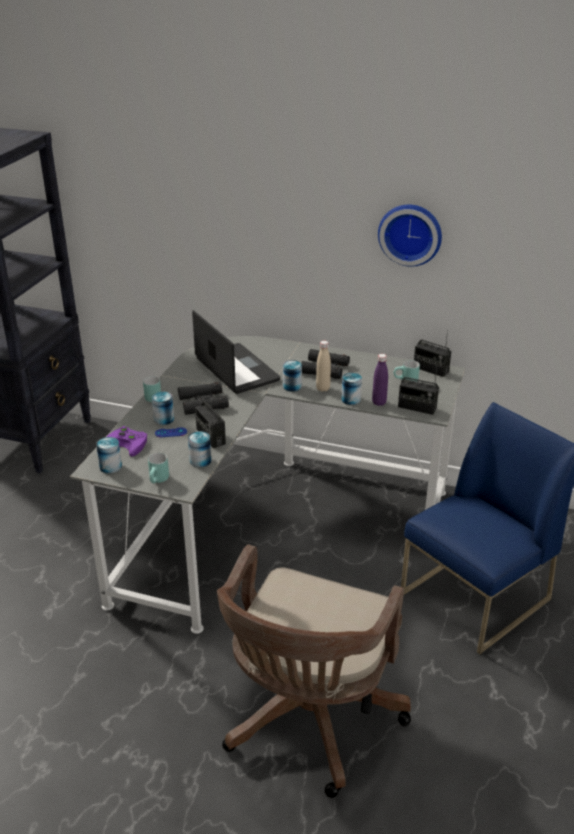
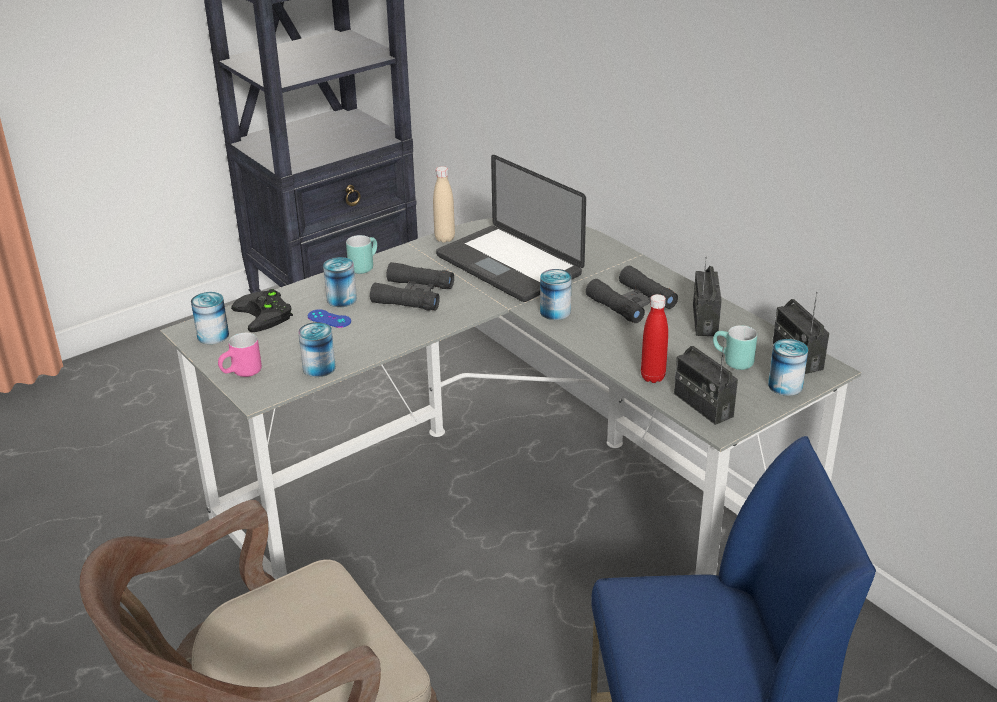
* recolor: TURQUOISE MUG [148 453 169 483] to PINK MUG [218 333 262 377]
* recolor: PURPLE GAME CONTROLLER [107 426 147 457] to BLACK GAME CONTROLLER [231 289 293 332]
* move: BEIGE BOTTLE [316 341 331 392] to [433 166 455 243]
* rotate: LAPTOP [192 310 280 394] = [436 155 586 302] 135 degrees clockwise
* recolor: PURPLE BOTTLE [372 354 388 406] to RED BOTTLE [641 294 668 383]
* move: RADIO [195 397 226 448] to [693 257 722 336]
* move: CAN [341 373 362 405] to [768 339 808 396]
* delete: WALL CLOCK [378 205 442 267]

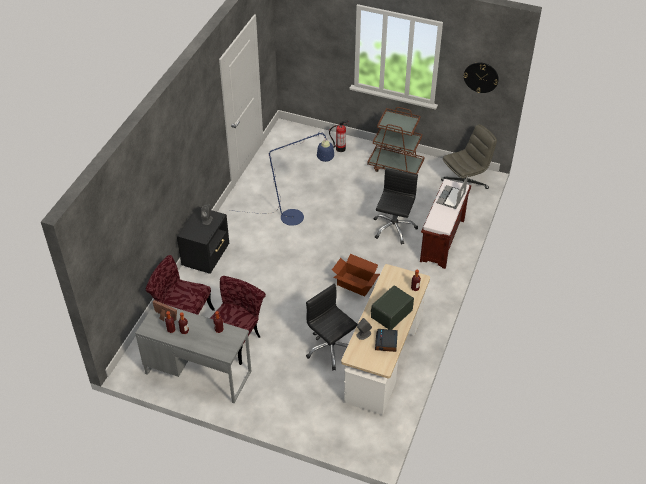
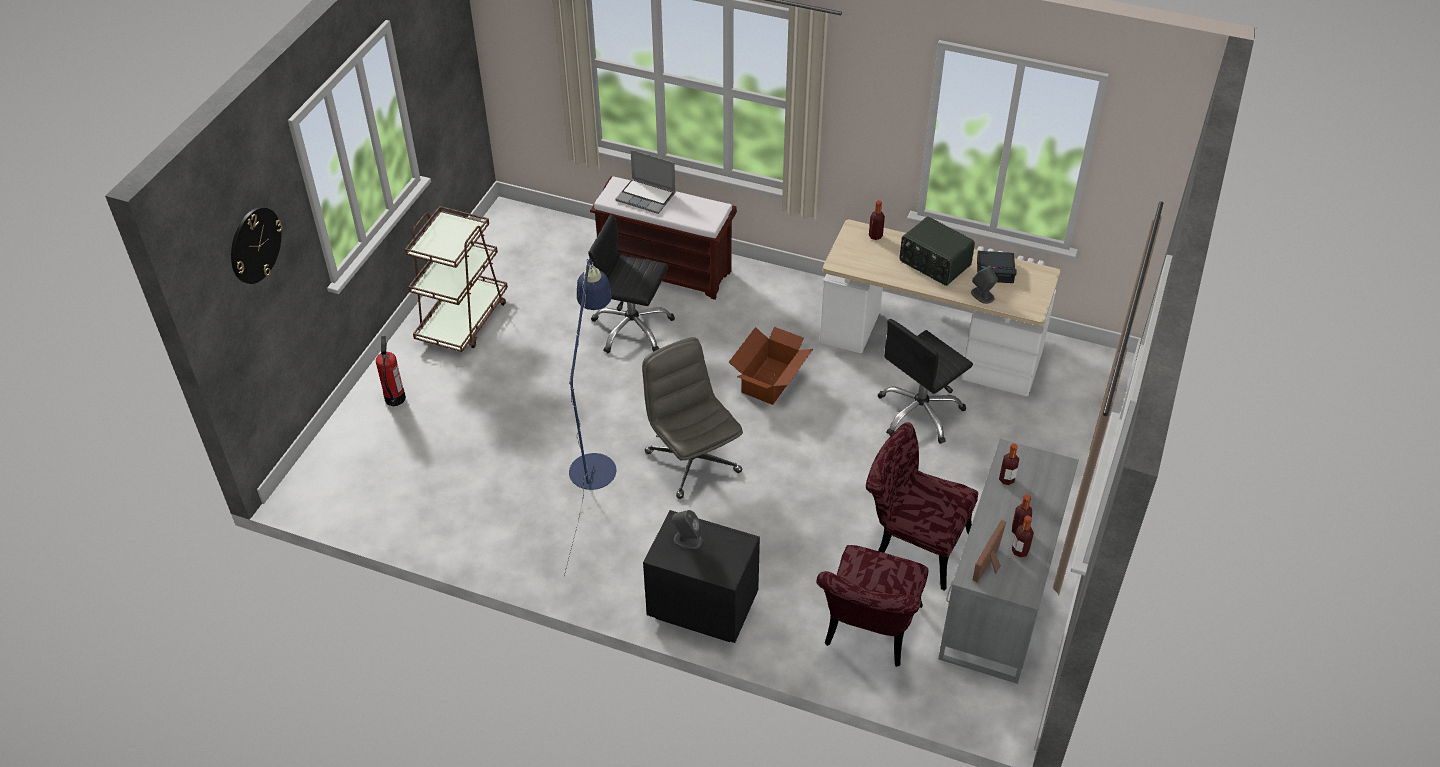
* move: WALL CLOCK [464 62 499 93] to [231 207 282 284]
* move: GREY OFFICE CHAIR [441 124 497 189] to [642 337 743 499]

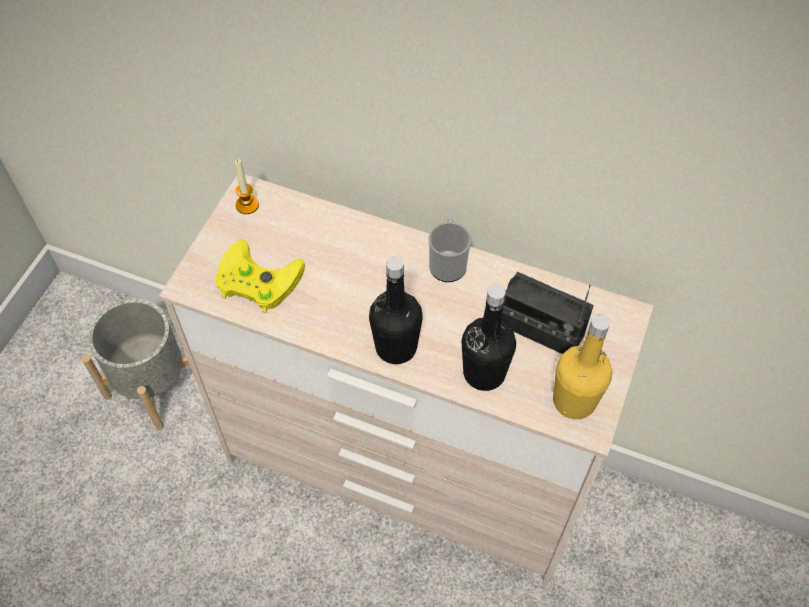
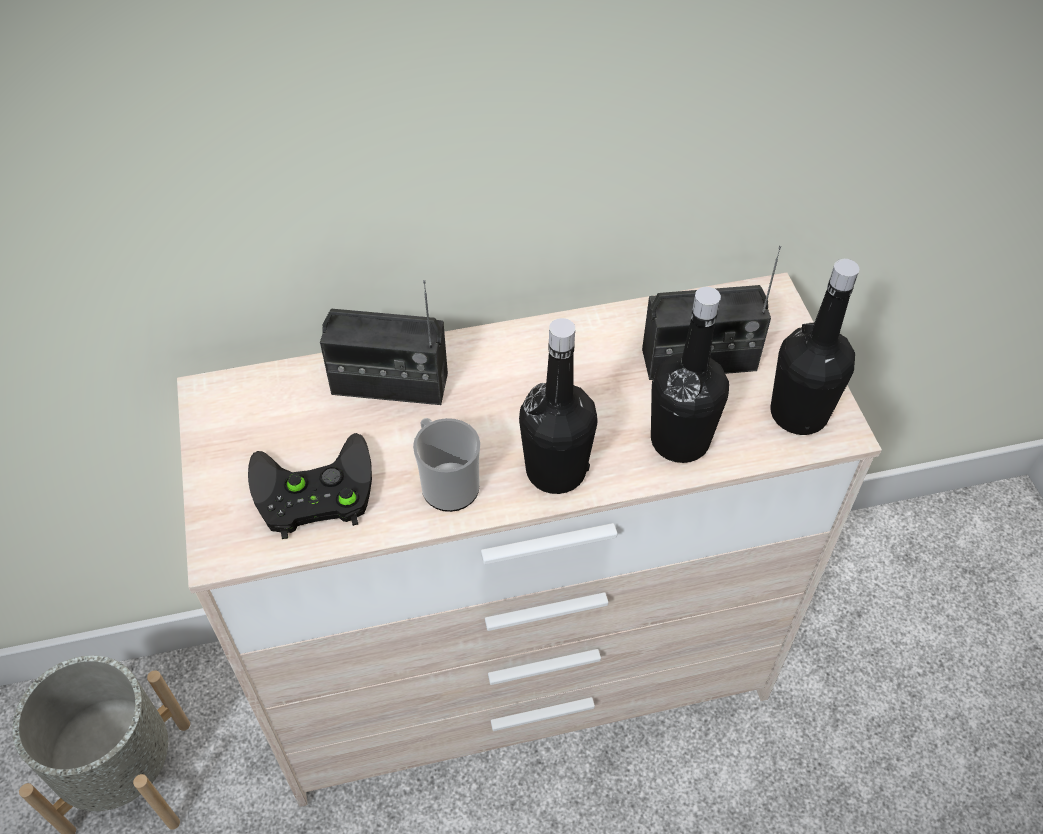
* recolor: YELLOW GAME CONTROLLER [216 240 305 313] to BLACK GAME CONTROLLER [248 433 372 539]
* insert: RADIO [320 280 448 405]
* move: MUG [428 218 471 282] to [413 418 480 512]
* recolor: YELLOW BOTTLE [553 314 613 419] to BLACK BOTTLE [770 259 859 435]
* delete: CANDLE [234 159 259 214]

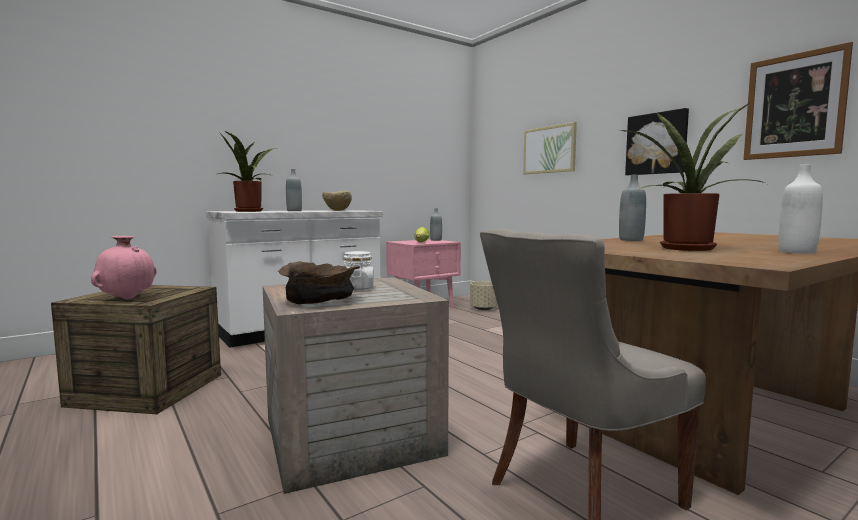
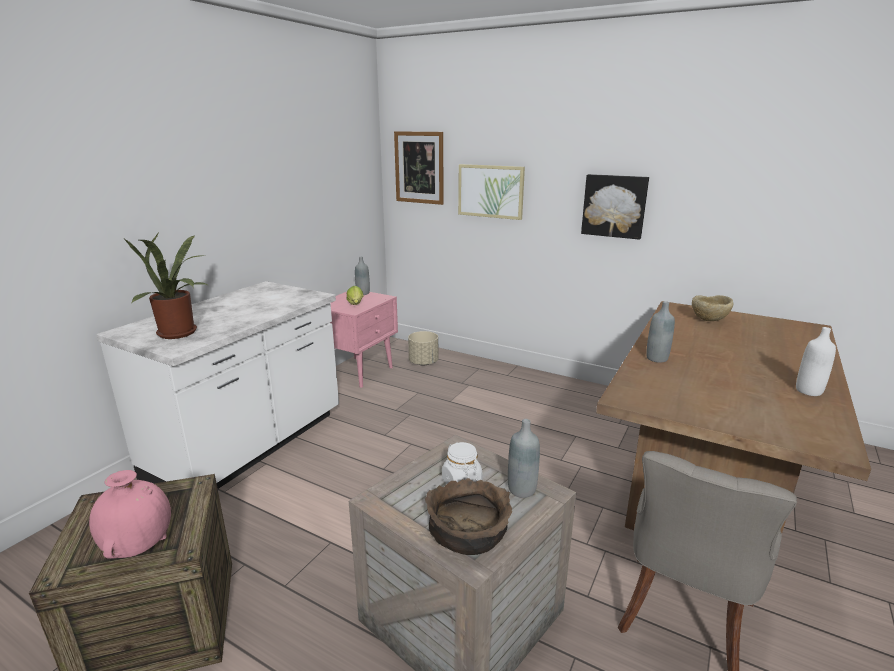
* move: PICTURE [743 42 853 160] to [394 131 443 205]
* move: GREY BOTTLE [286 169 302 211] to [508 419 540 498]
* move: BEIGE BOWL [322 191 352 211] to [692 295 734 321]
* delete: POTTED PLANT [619 100 767 251]

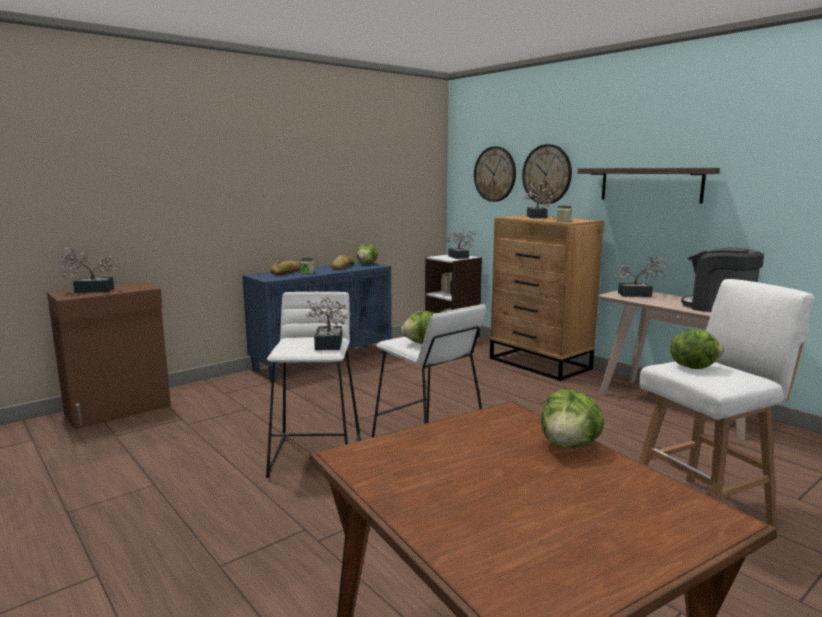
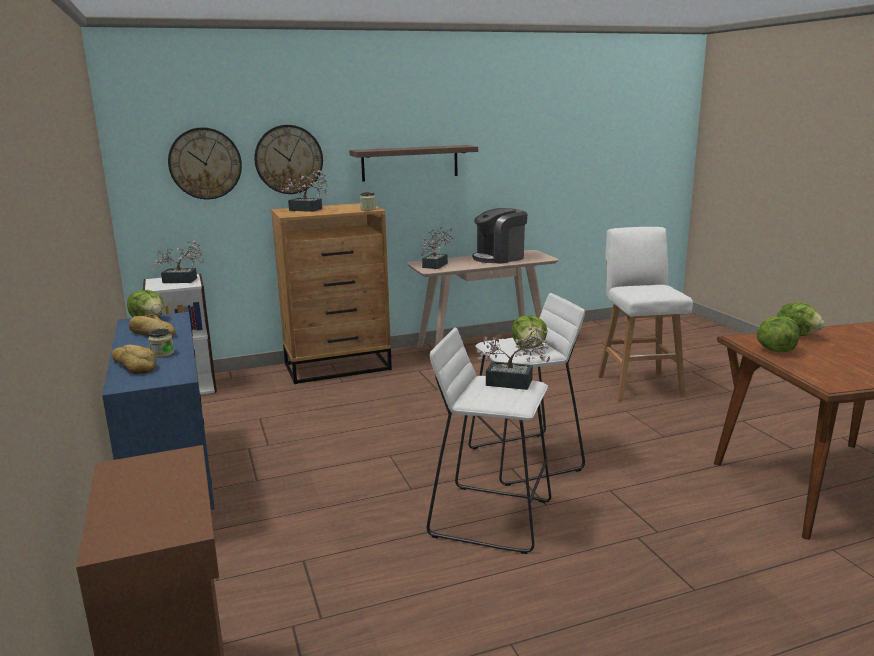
* move: LETTUCE [670 329 724 369] to [757 316 799 352]
* delete: POTTED PLANT [57 247 118 293]

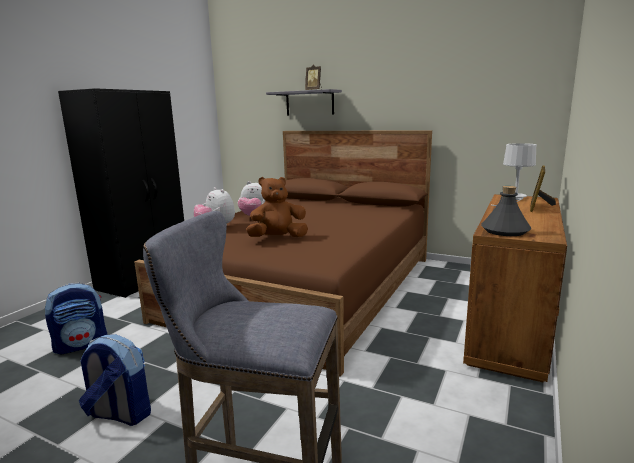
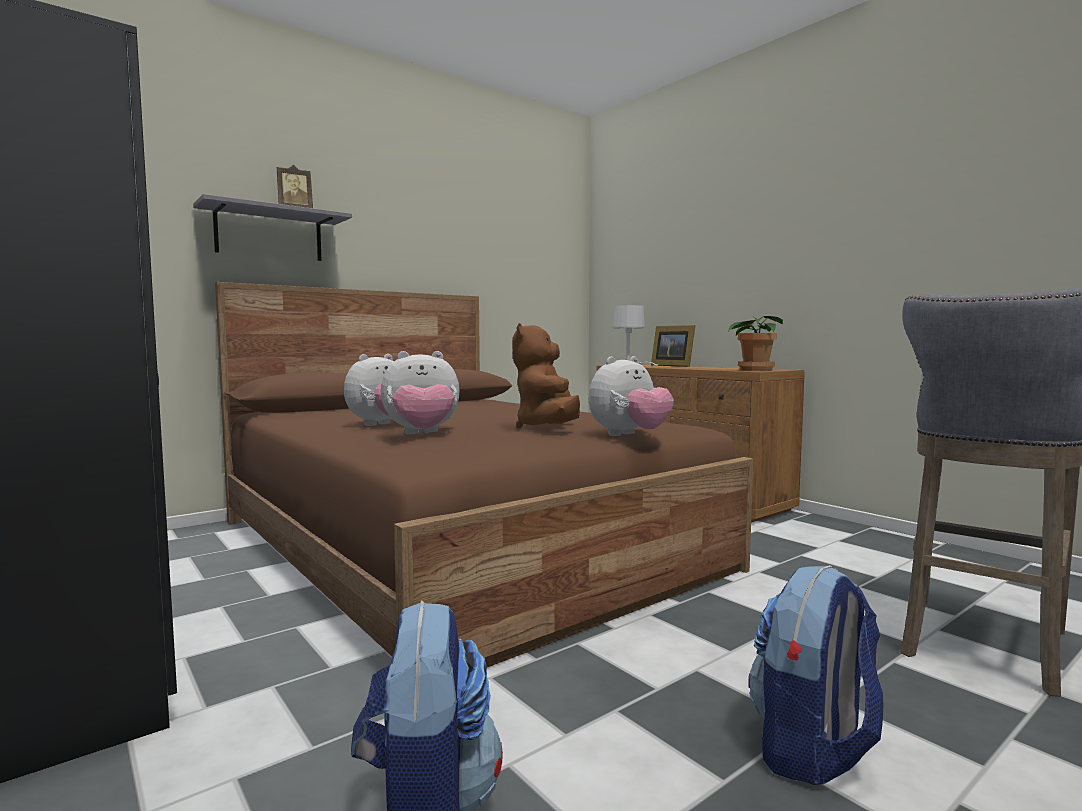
* insert: PLUSH TOY [589 356 674 436]
* replace: GREY BOTTLE [481 186 531 236] to POTTED PLANT [728 316 783 371]

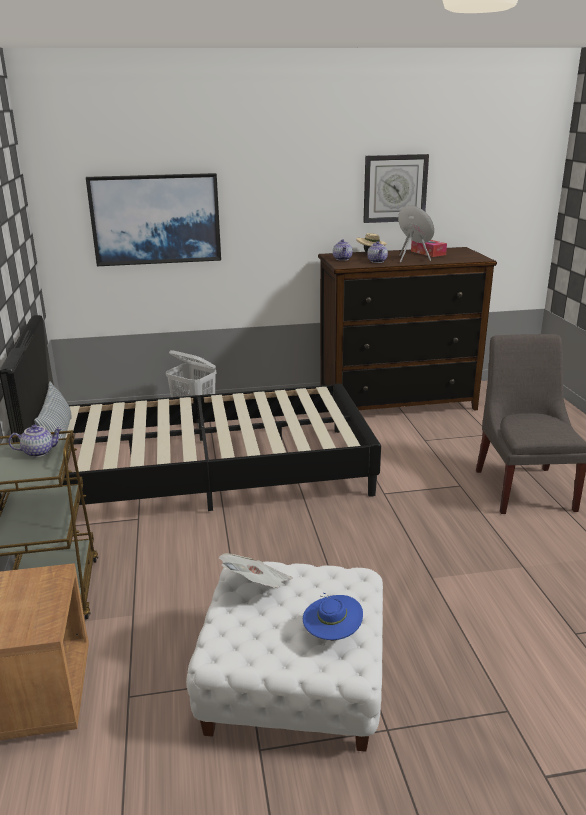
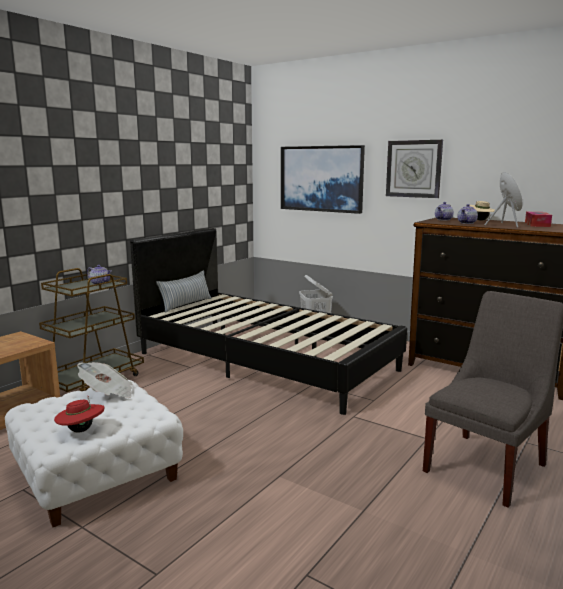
* recolor: BLUE HAT [303 593 363 640] to RED HAT [54 396 104 432]
* move: WALL CLOCK [363 154 429 223] to [386 140 443 198]

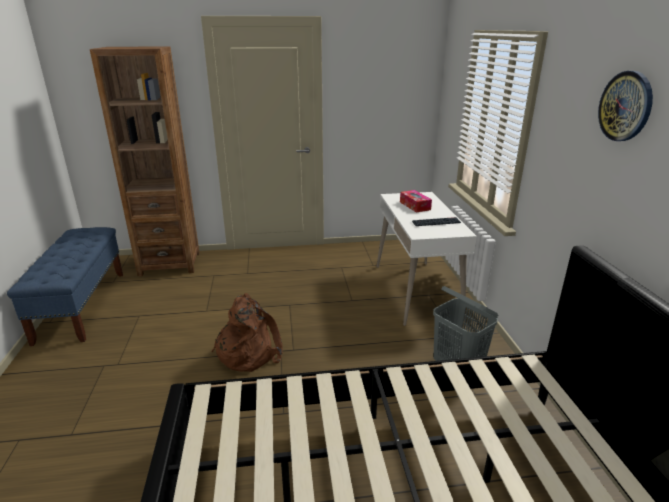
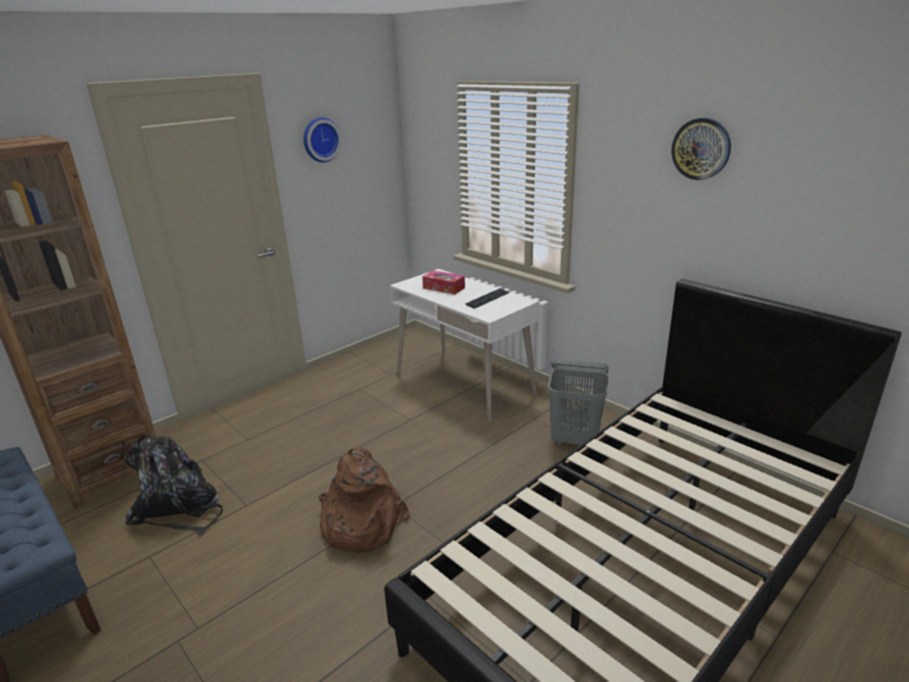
* insert: BLACK BACKPACK [124 434 223 535]
* insert: WALL CLOCK [304 117 342 162]

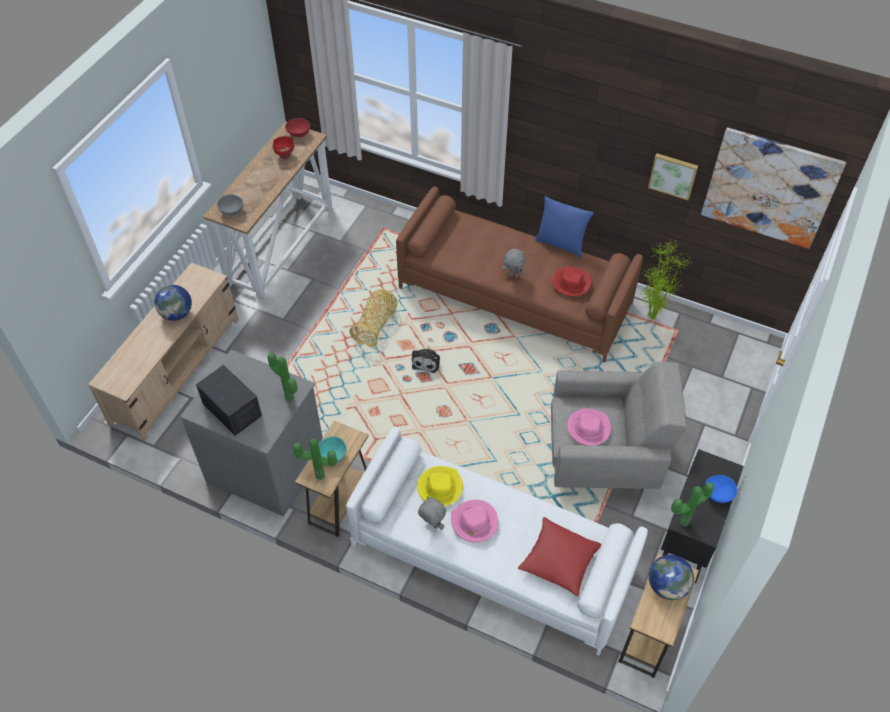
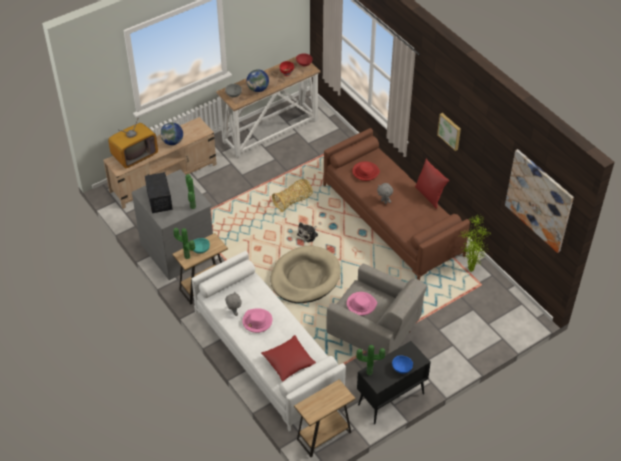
* insert: TELEVISION [108 119 158 168]
* move: GLOBE [649 555 694 600] to [247 69 269 92]
* insert: BEIGE DOG BED [271 246 341 303]
* move: RED HAT [552 266 591 297] to [352 161 380 181]
* recolor: BLUE PILLOW [535 196 594 257] to RED PILLOW [415 159 449 209]
* move: PICTURE [648 153 698 200] to [437 113 461 151]
* delete: YELLOW HAT [417 466 463 506]

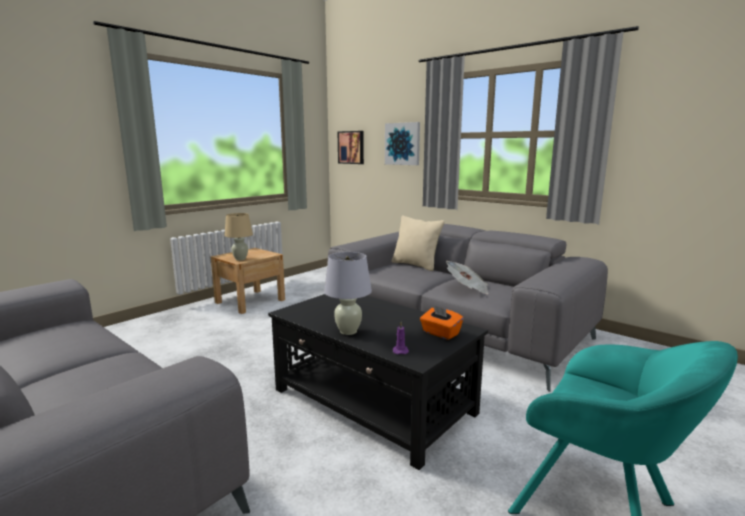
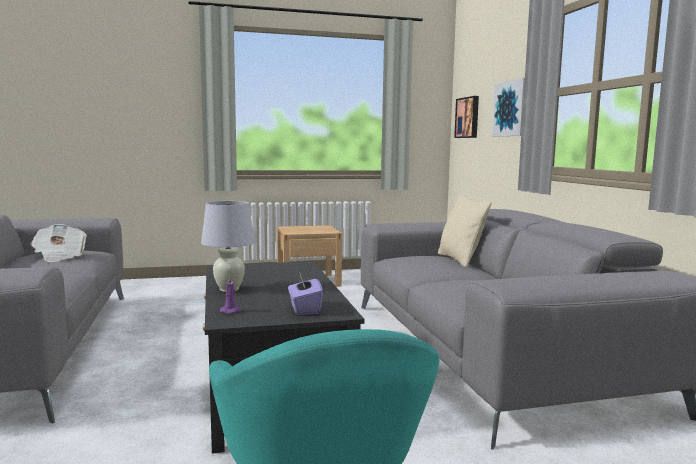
* move: NEWSPAPER [446 261 489 295] to [31 224 87 262]
* recolor: ORANGE TISSUE BOX [420 305 463 340] to PURPLE TISSUE BOX [288 272 323 315]
* delete: BEIGE TABLE LAMP [224 213 253 261]

